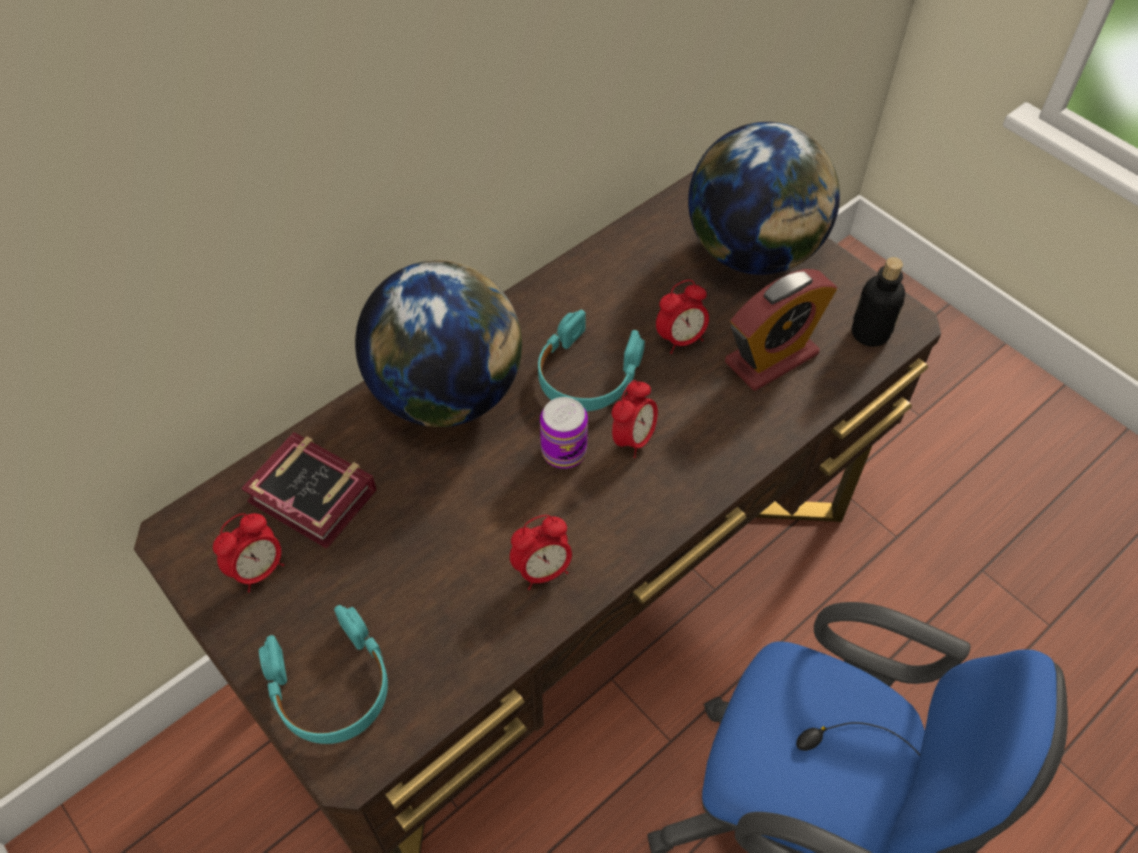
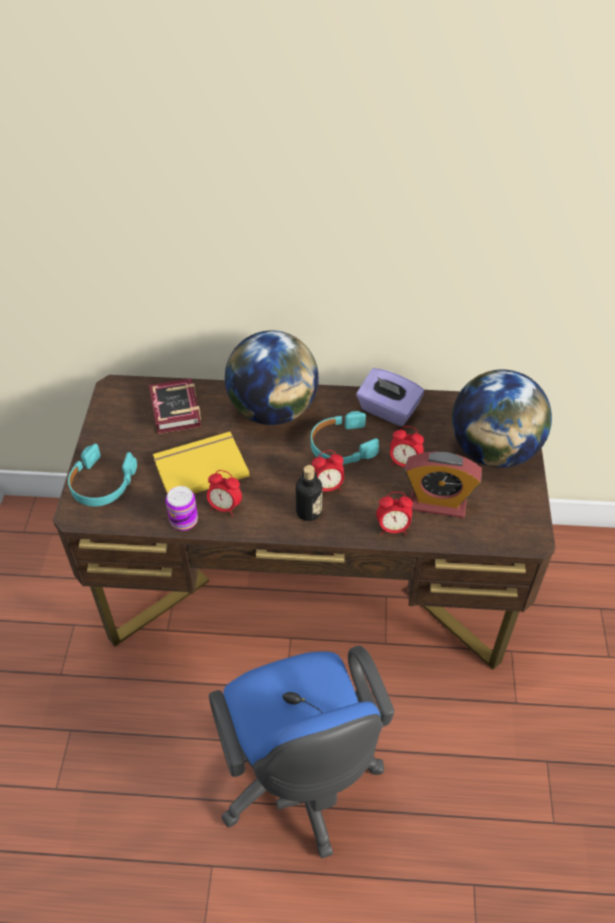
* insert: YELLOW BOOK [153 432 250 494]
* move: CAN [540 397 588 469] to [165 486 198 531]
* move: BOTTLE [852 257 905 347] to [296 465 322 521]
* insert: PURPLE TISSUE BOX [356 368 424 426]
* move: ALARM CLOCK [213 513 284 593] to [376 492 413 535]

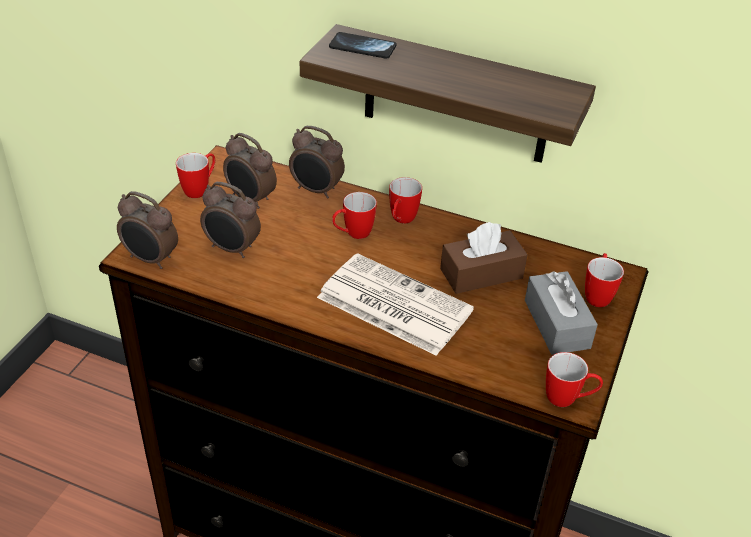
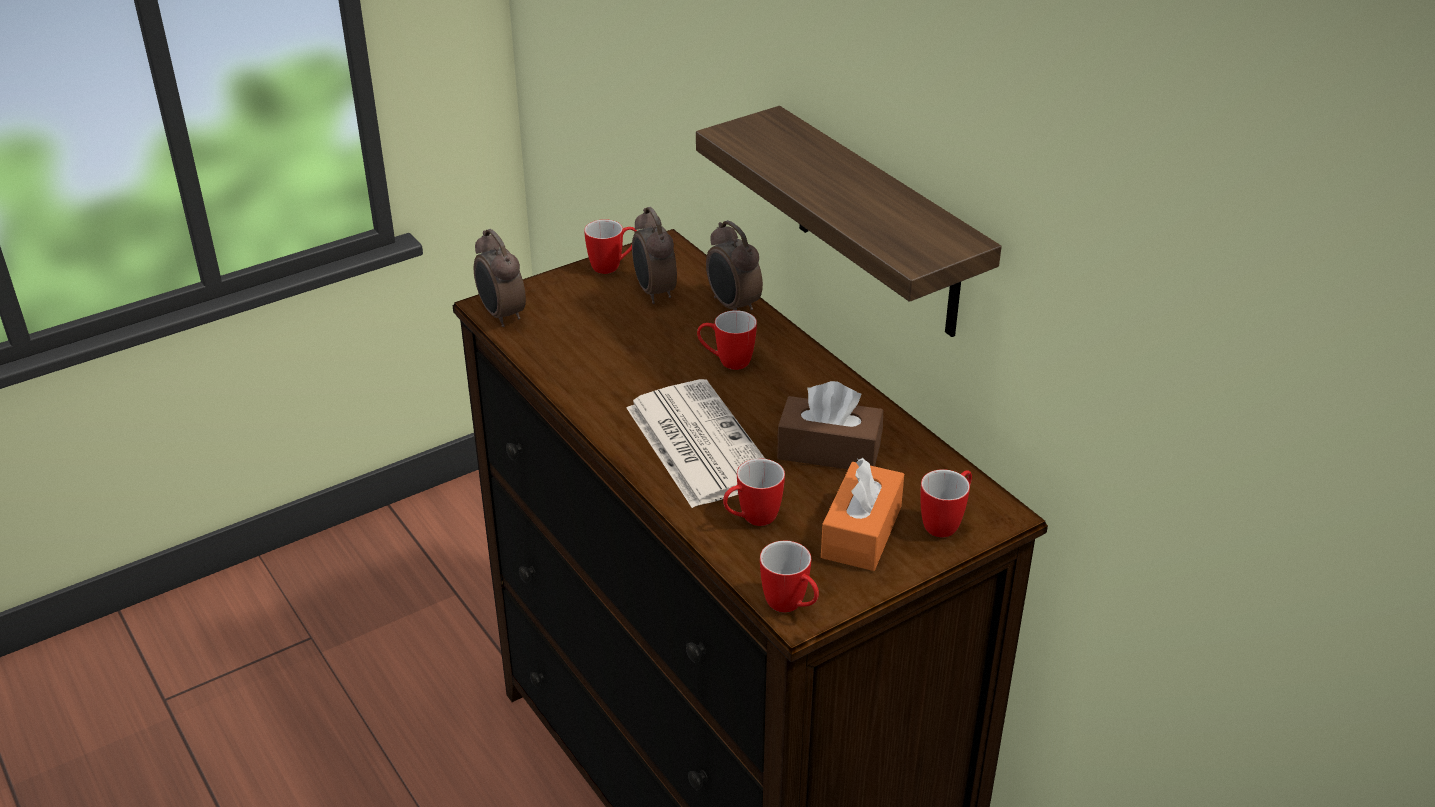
* move: MUG [389 177 422 224] to [723 459 785 526]
* recolor: GREY TISSUE BOX [525 271 598 355] to ORANGE TISSUE BOX [821 458 904 571]
* delete: ALARM CLOCK [200 182 261 258]
* delete: PHONE [329 32 397 59]

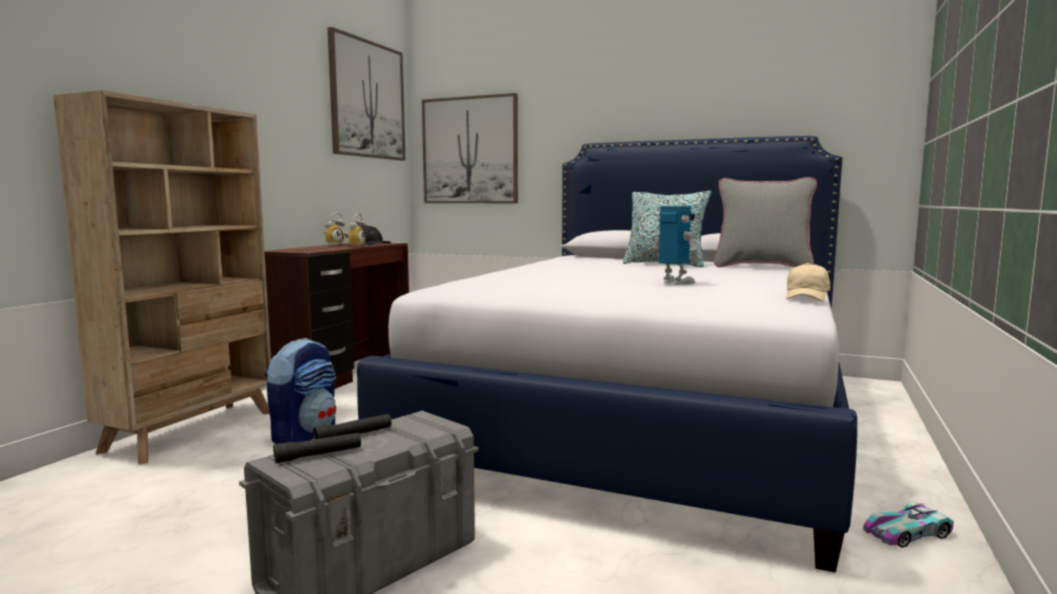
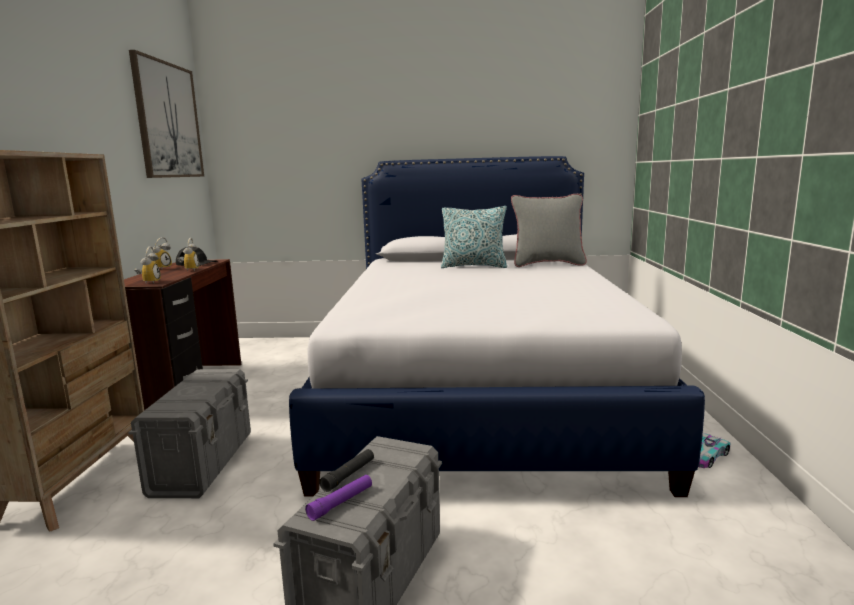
* replace: BACKPACK [265 338 336 444] to GREY STORAGE BOX [128 369 251 498]
* insert: ALARM CLOCK [135 246 161 283]
* recolor: BLACK FLASHLIGHT [273 433 361 463] to PURPLE FLASHLIGHT [305 475 372 521]
* delete: PICTURE [422 93 518 203]
* delete: TOY ROBOT [653 206 701 285]
* delete: BEIGE CAP [786 263 830 302]

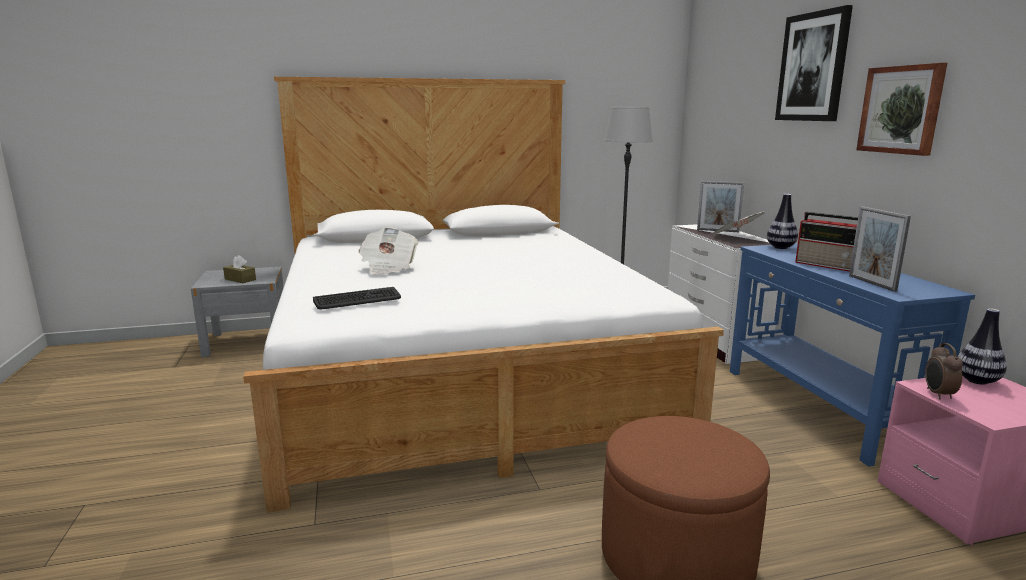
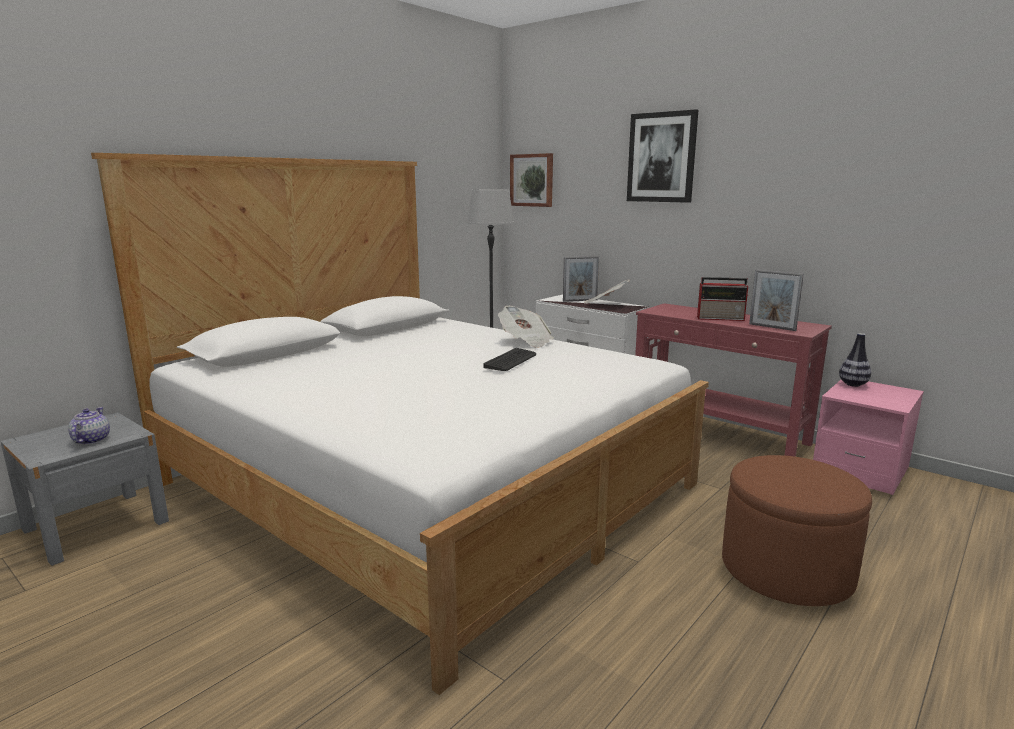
* replace: BROWN TISSUE BOX [223 255 256 283] to TEAPOT [68 407 110 445]
* move: KEYBOARD [313 287 401 309] to [483 348 536 371]
* move: NEWSPAPER [358 227 418 275] to [498 306 554 348]
* move: PICTURE [856 63 947 156] to [510 153 553 207]
* recolor: BLUE CONSOLE TABLE [730 243 975 467] to RED CONSOLE TABLE [635 303 832 457]
* delete: VASE [767 194 798 249]
* delete: ALARM CLOCK [925 343 963 399]

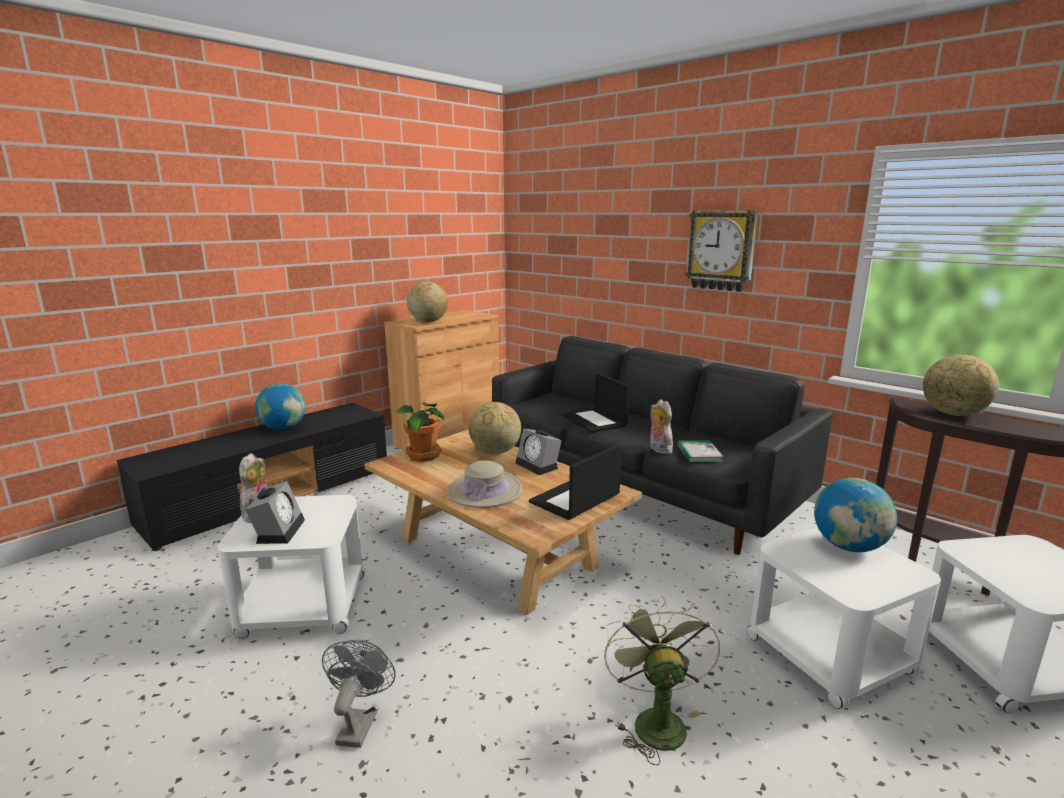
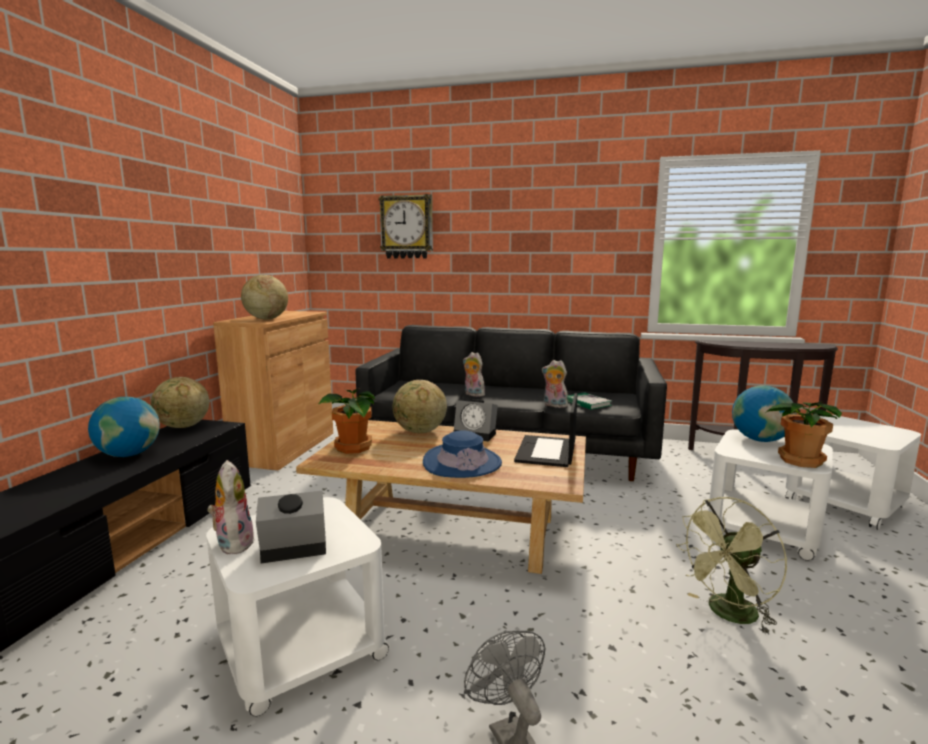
* move: GLOBE [923 355 999 416] to [151 377 209 428]
* rotate: ALARM CLOCK [245 481 305 544] = [256 491 326 563] 75 degrees counterclockwise
* move: WALL CLOCK [685 210 758 292] to [379 194 433 258]
* recolor: BEIGE HAT [447 460 523 508] to BLUE HAT [423 430 502 478]
* replace: LAPTOP [563 373 629 433] to PLUSH TOY [463 352 485 397]
* rotate: GREEN FAN [604 596 720 765] = [676 497 787 635] 90 degrees counterclockwise
* insert: POTTED PLANT [764 401 842 468]

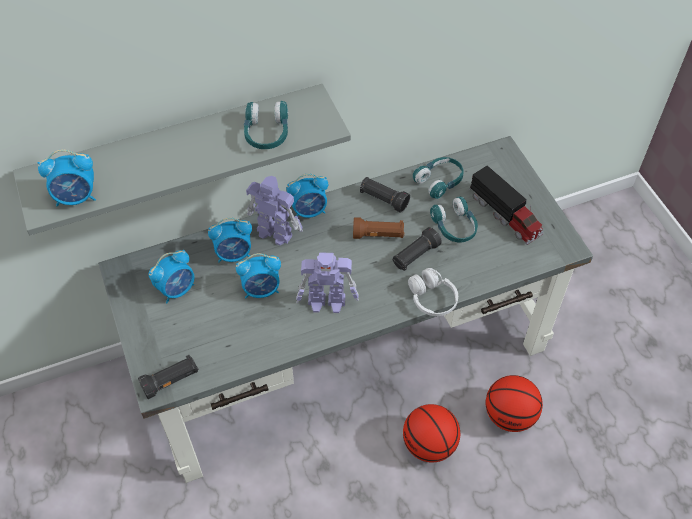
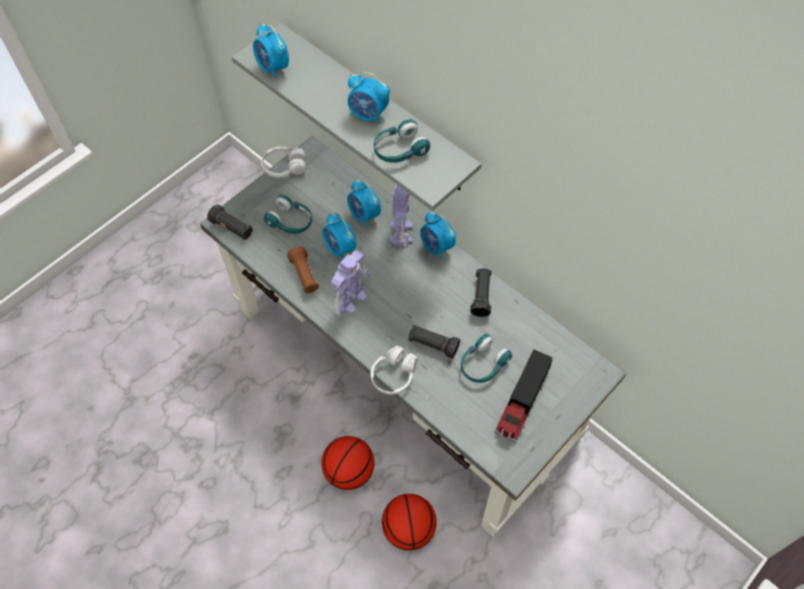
* insert: WHITE HEADPHONES [262 146 306 177]
* move: TURQUOISE HEADPHONES [413 157 464 199] to [264 195 312 234]
* move: BROWN FLASHLIGHT [353 217 404 239] to [287 247 319 293]
* rotate: TOY ROBOT [296 252 359 313] = [331 250 371 318] 120 degrees counterclockwise
* move: ALARM CLOCK [149 250 194 303] to [348 72 390 124]

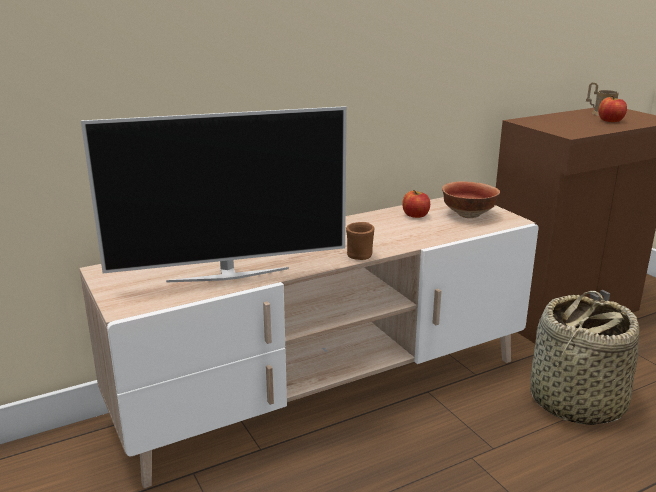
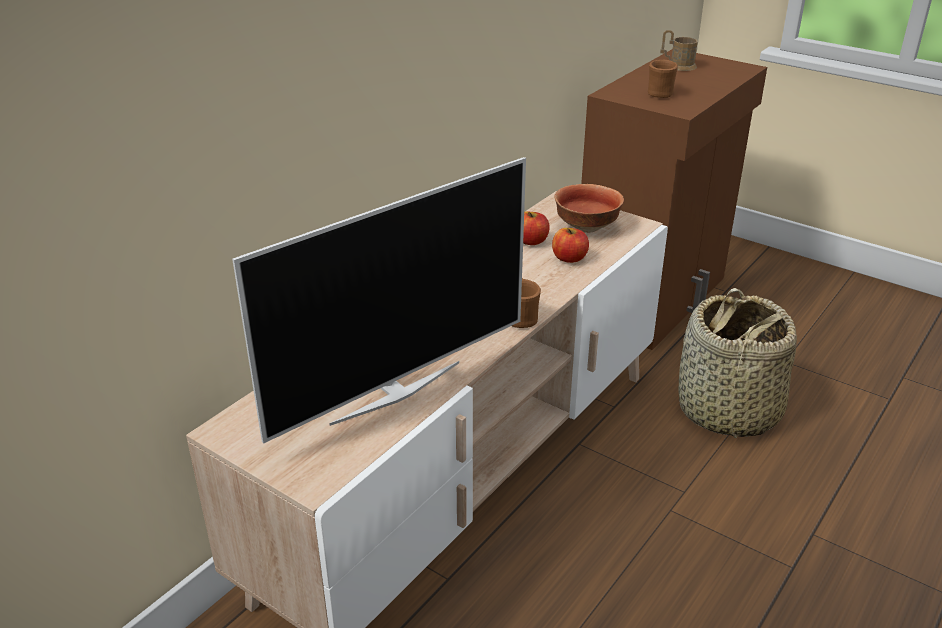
* move: APPLE [598 95 627 122] to [552 228 589 263]
* insert: BROWN MUG [648 60 678 98]

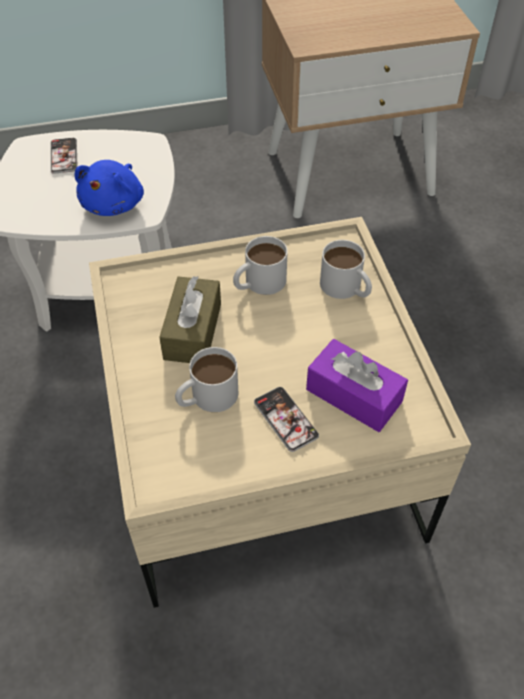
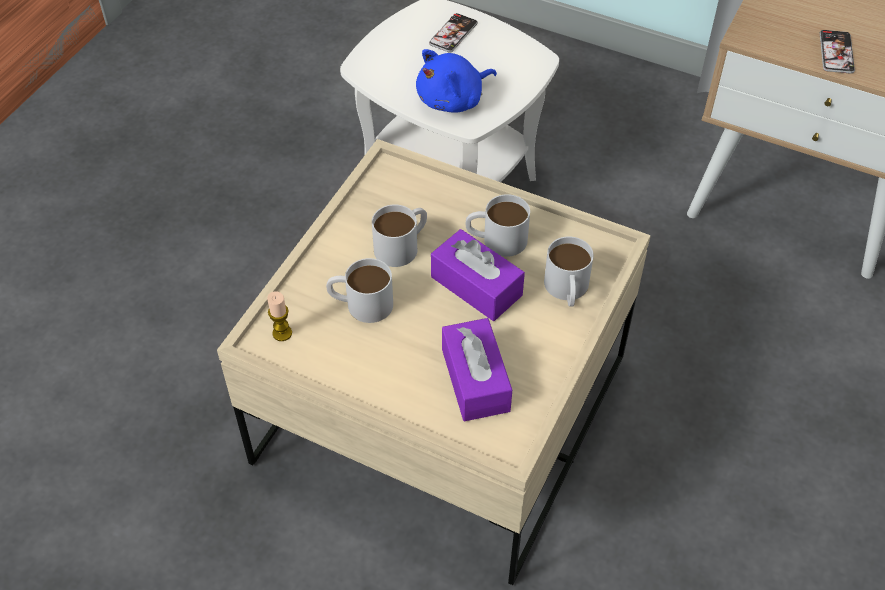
* insert: CANDLE [267 291 292 341]
* replace: BROWN TISSUE BOX [159 276 221 363] to WHITE MUG [372 204 427 267]
* insert: PURPLE TISSUE BOX [431 229 525 321]
* move: PHONE [254 387 319 452] to [820 30 855 74]

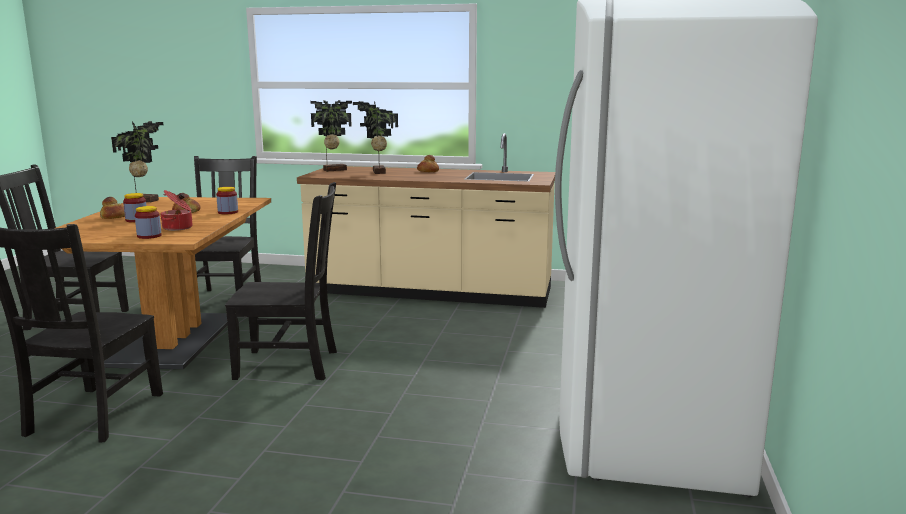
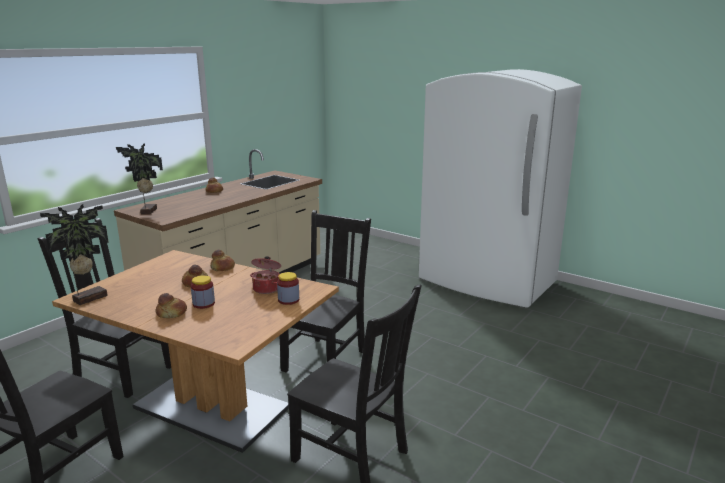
* replace: JAR [216 187 238 214] to BREAD [210 250 235 271]
* delete: POTTED PLANT [353 101 398 174]

